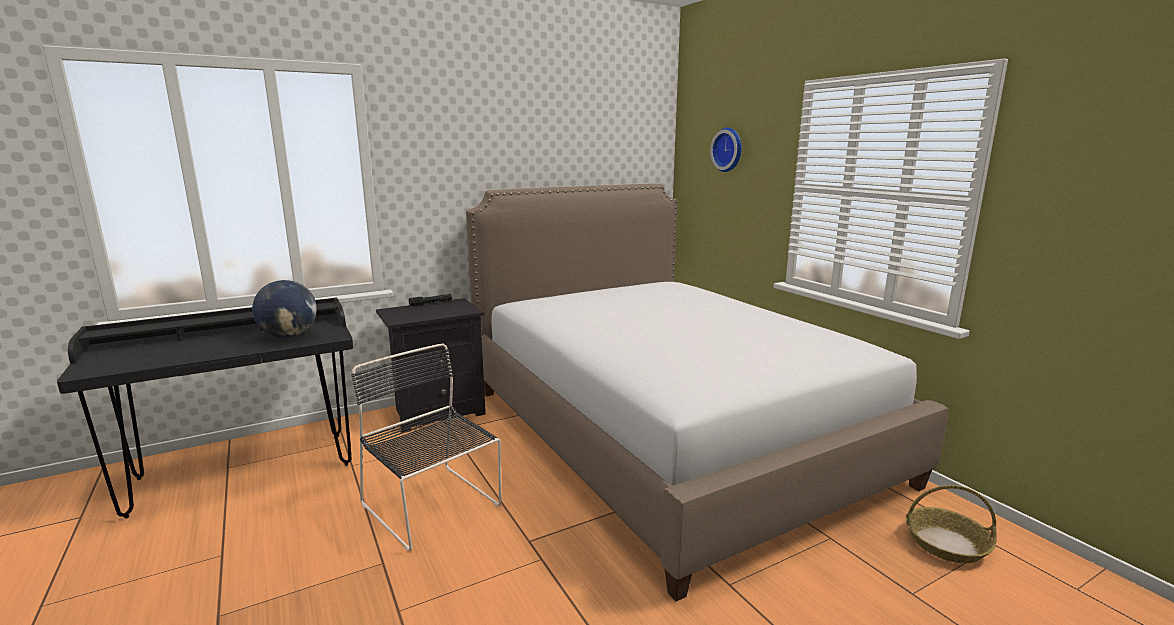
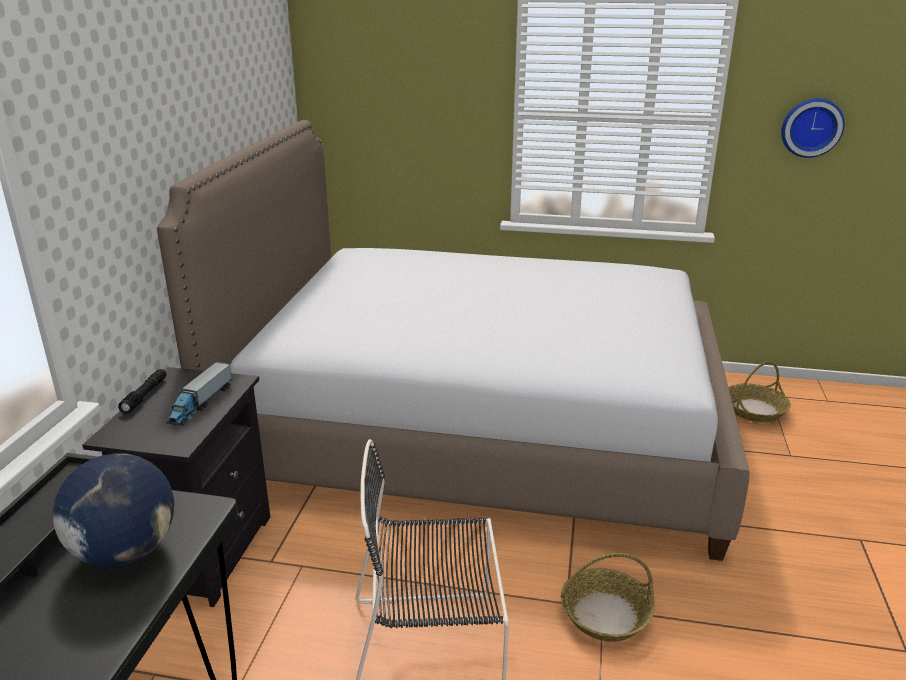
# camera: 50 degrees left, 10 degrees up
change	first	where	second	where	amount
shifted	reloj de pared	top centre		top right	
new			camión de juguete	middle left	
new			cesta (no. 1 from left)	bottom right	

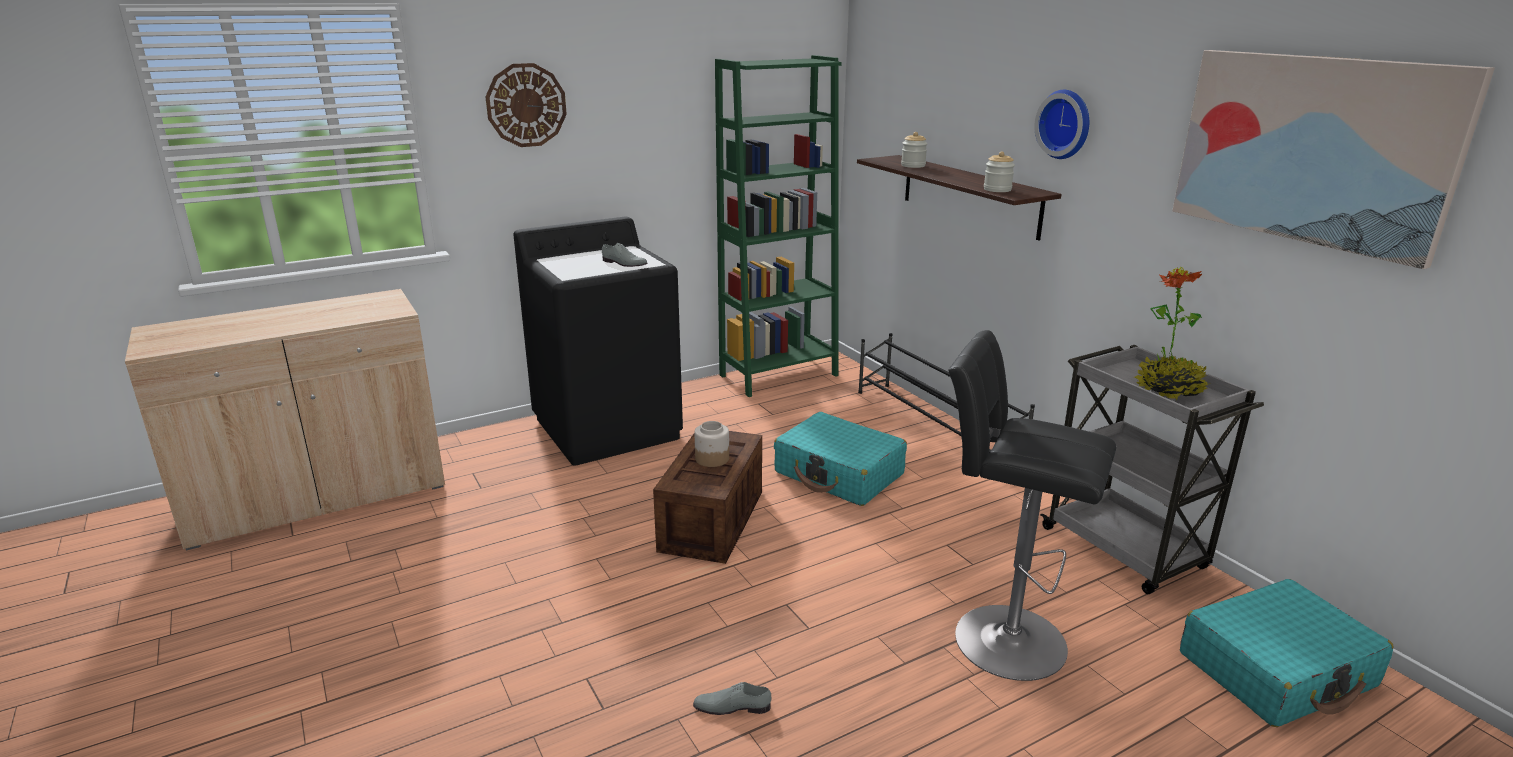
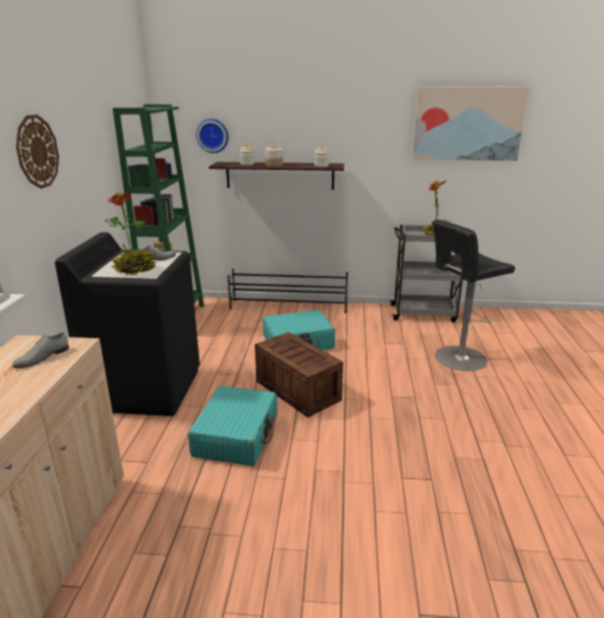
# camera: 55 degrees left, 0 degrees up
change	first	where	second	where	amount
shifted	reloj de pared (no. 2 from left)	top right		top centre	
shifted	tarro (no. 1 from left in the first image)	centre	tarro (no. 2 from left)	top centre	
shifted	maleta/turquesa (no. 2 from left in the first image)	bottom right	maleta/turquesa (no. 1 from left)	bottom centre	
shifted	zapato/gris (no. 2 from left in the first image)	bottom centre	zapato/gris (no. 1 from left)	middle left	
new			planta en maceta (no. 1 from left)	middle left	

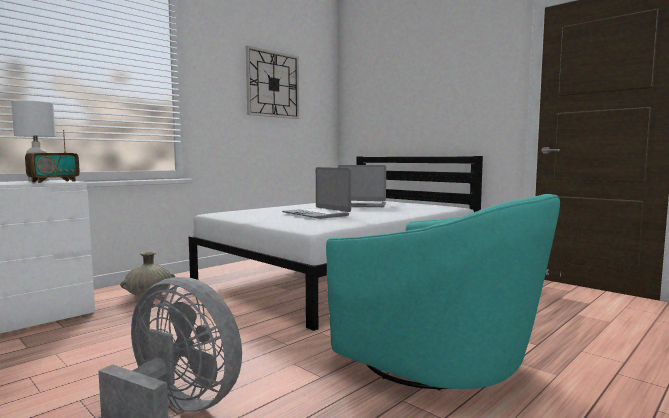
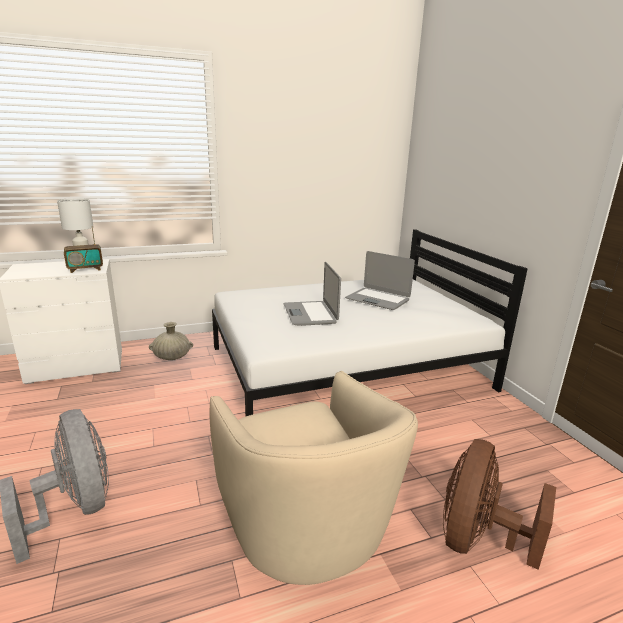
# camera: 25 degrees right, 15 degrees up
change	first	where	second	where	amount
gone	reloj de pared	top centre			
repainted	sillón/turquesa	bottom centre	sillón/beis	bottom centre	
new			ventilador/marrón	bottom right	

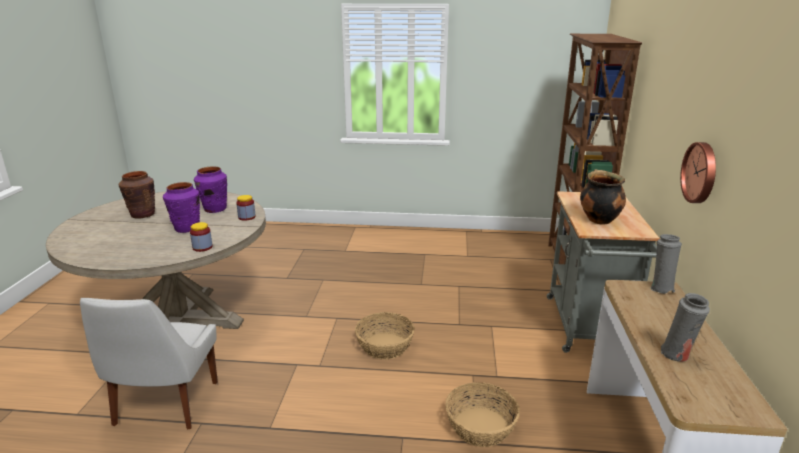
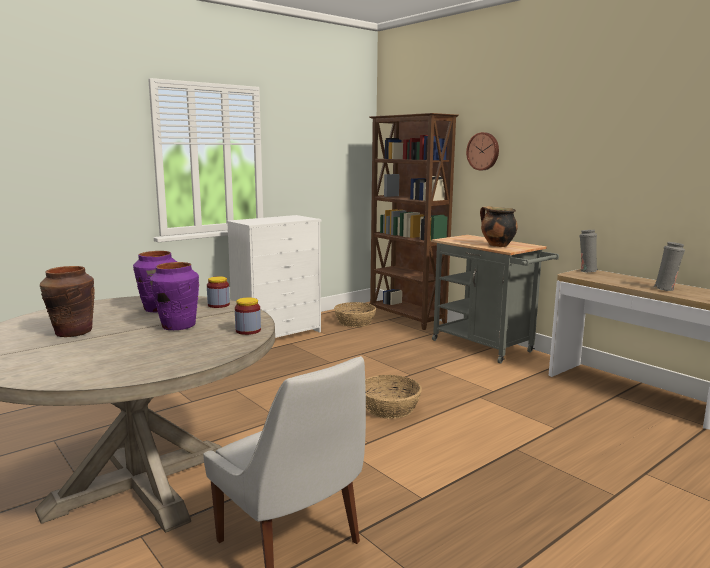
# camera: 45 degrees left, 10 degrees down
change	first	where	second	where	amount
shifted	reloj de pared	middle right		top right	
shifted	cesta (no. 2 from left in the first image)	bottom centre	cesta (no. 1 from left)	centre	
new			cómoda/blanco	centre	

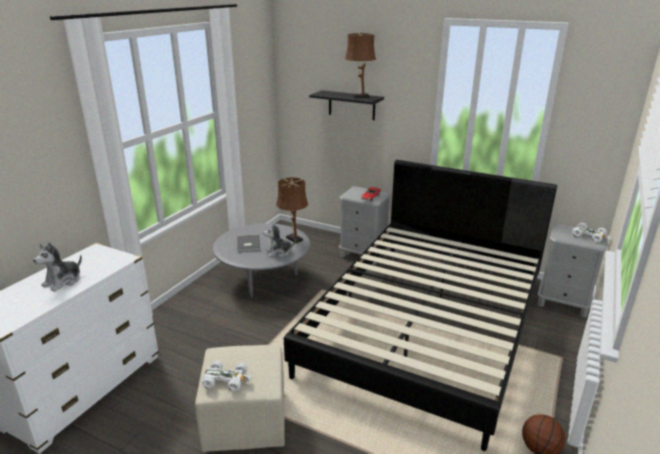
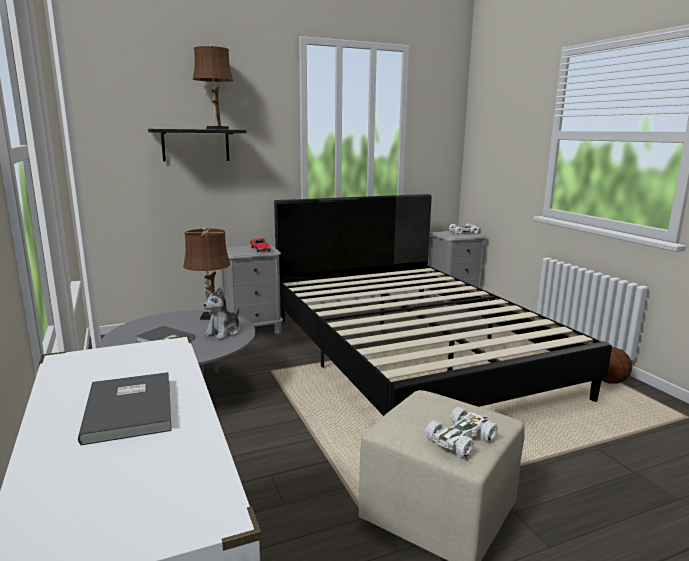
# camera: 50 degrees left, 10 degrees down
change	first	where	second	where	amount
swapped	peluche (no. 1 from left)	middle left	libro/gris (no. 1 from left)	bottom left	

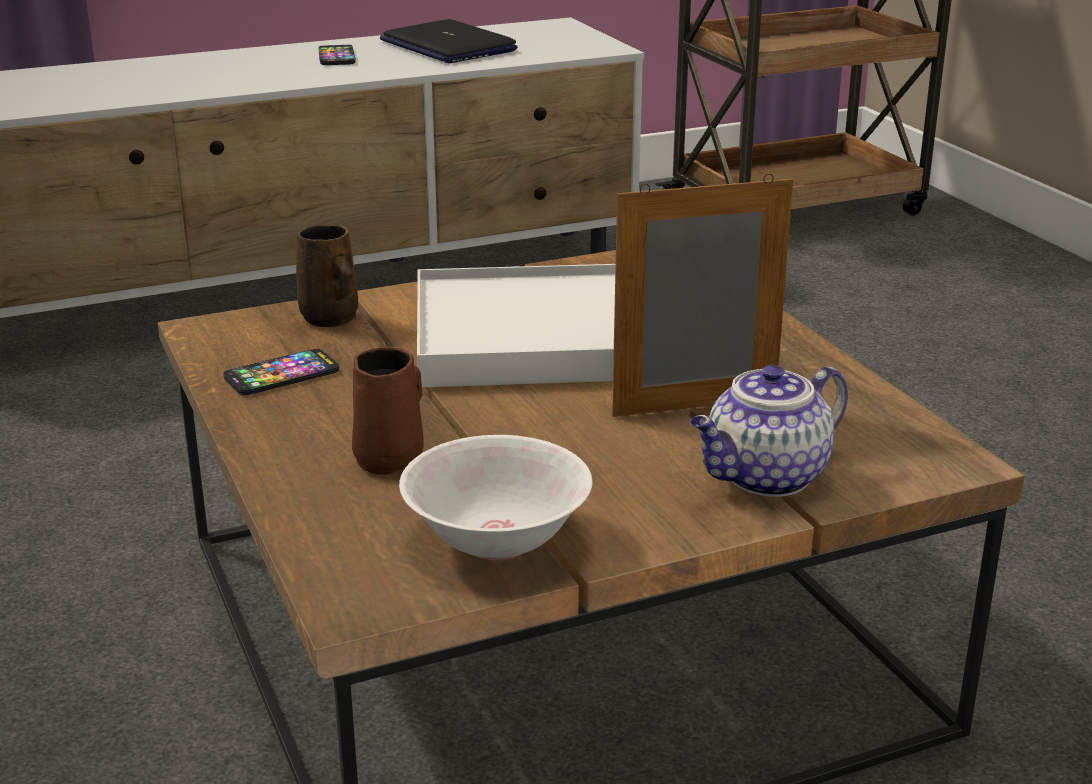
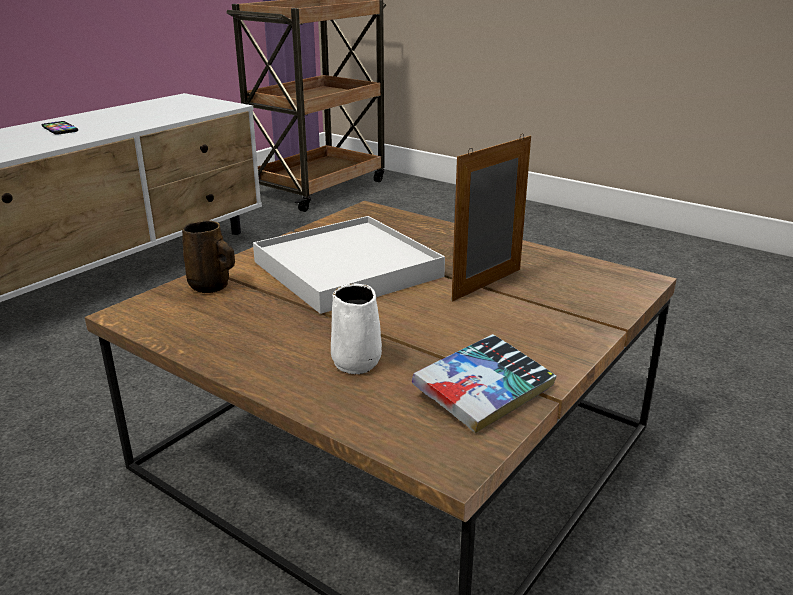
# camera: 30 degrees left, 0 degrees up
change	first	where	second	where	amount
gone	portátil	top centre			
repainted	taza grande/marrón (no. 2 from left)	centre	taza grande/blanco	centre	
gone	móvil (no. 1 from left)	middle left			
gone	tetera	middle right			
swapped	cuenco/blanco	centre	libro	centre	

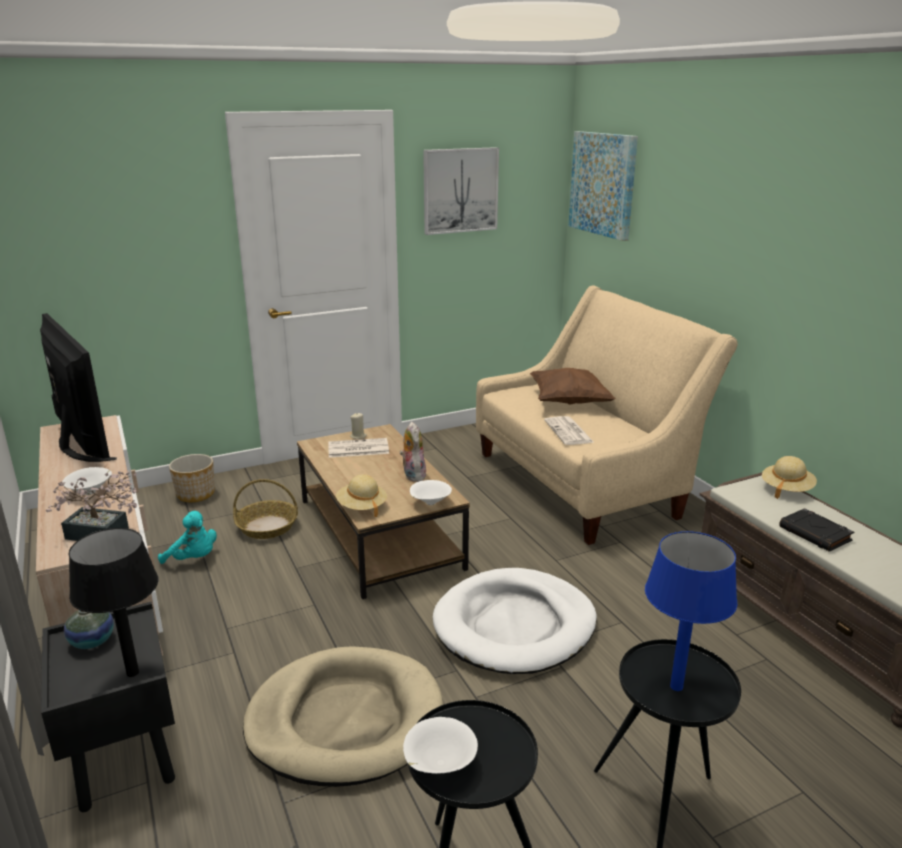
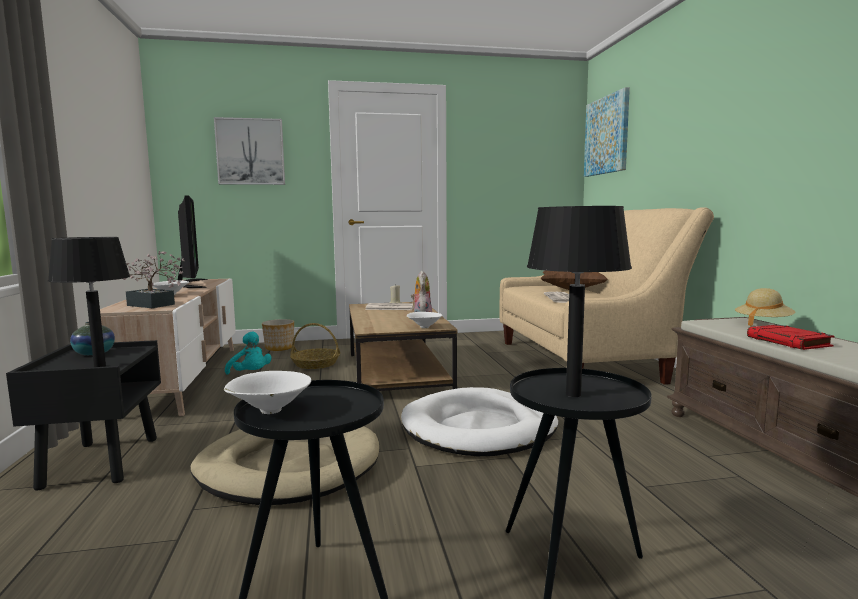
# camera: 15 degrees right, 15 degrees down
change	first	where	second	where	amount
shifted	cuadro (no. 1 from left)	top centre		top left	
gone	sombrero/beis (no. 1 from left)	centre			
repainted	libro/negro	middle right	libro/rojo	middle right	
repainted	lámpara de mesa/azul	bottom right	lámpara de mesa/negro (no. 2 from left)	middle right	

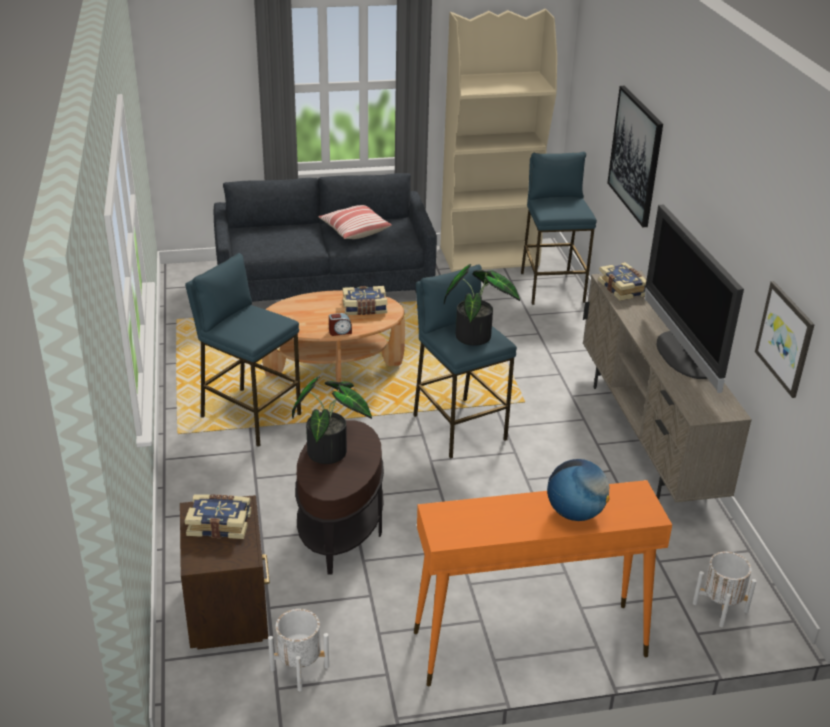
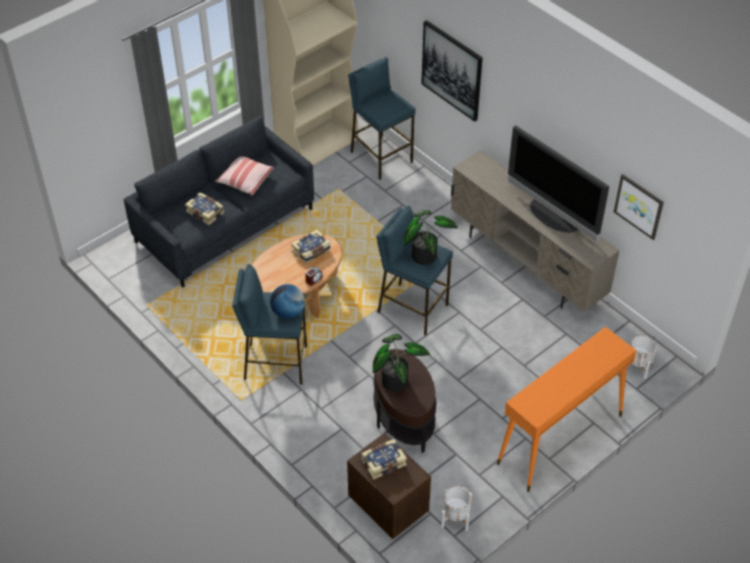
# camera: 30 degrees left, 15 degrees up
change	first	where	second	where	amount
shifted	libro (no. 3 from left in the first image)	middle right	libro (no. 1 from left)	middle left	
shifted	globo terráqueo	bottom right		centre	

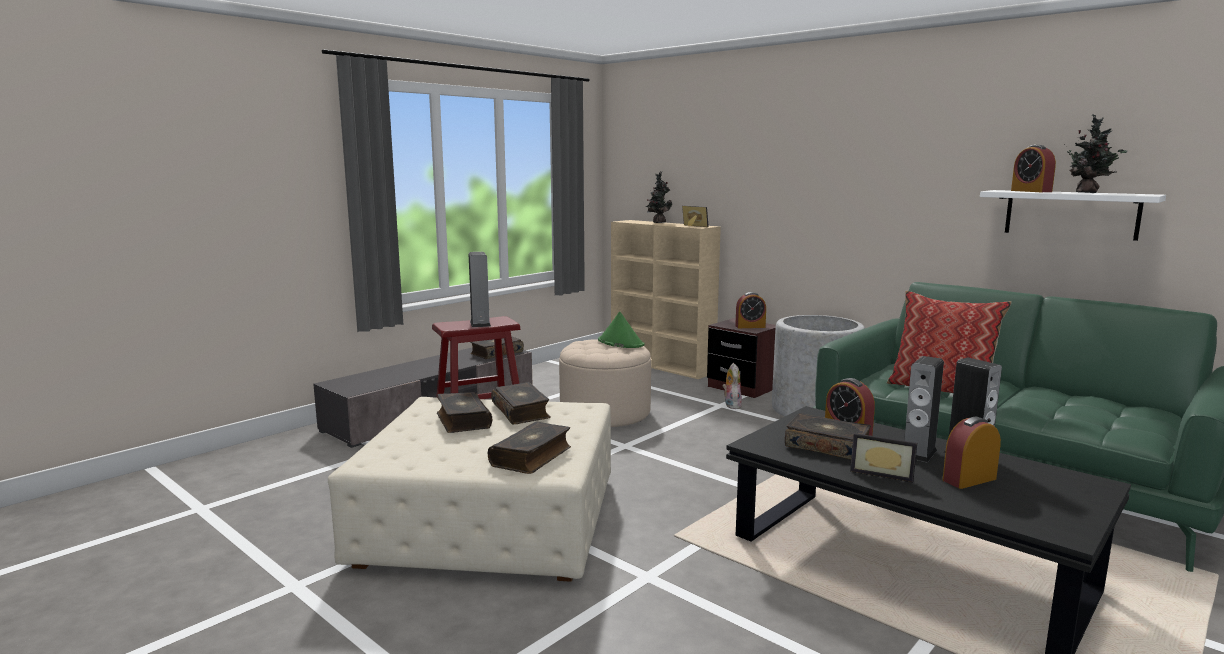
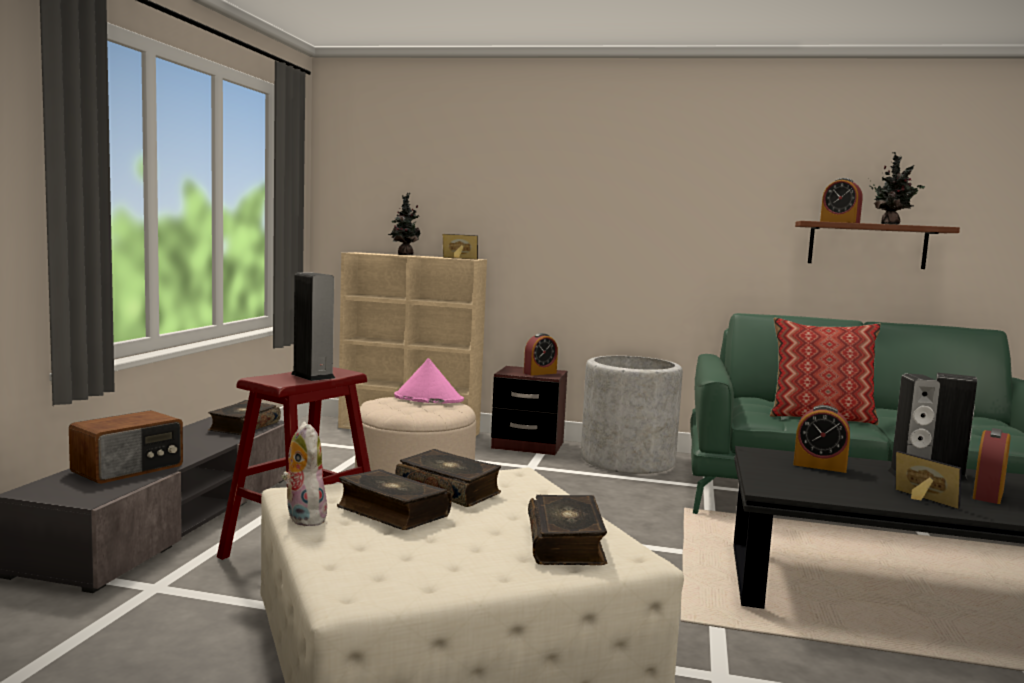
# camera: 30 degrees left, 5 degrees down
change	first	where	second	where	amount
repainted	estante/blanco	top right	estante/marrón	middle right	
repainted	sombrero/verde	centre	sombrero/rosa	centre	
shifted	peluche	centre		bottom left	
gone	libro (no. 5 from left)	bottom right			
rotated	portarretratos (no. 2 from left)	bottom right		bottom right	120 degrees counterclockwise
new			radio	middle left	

